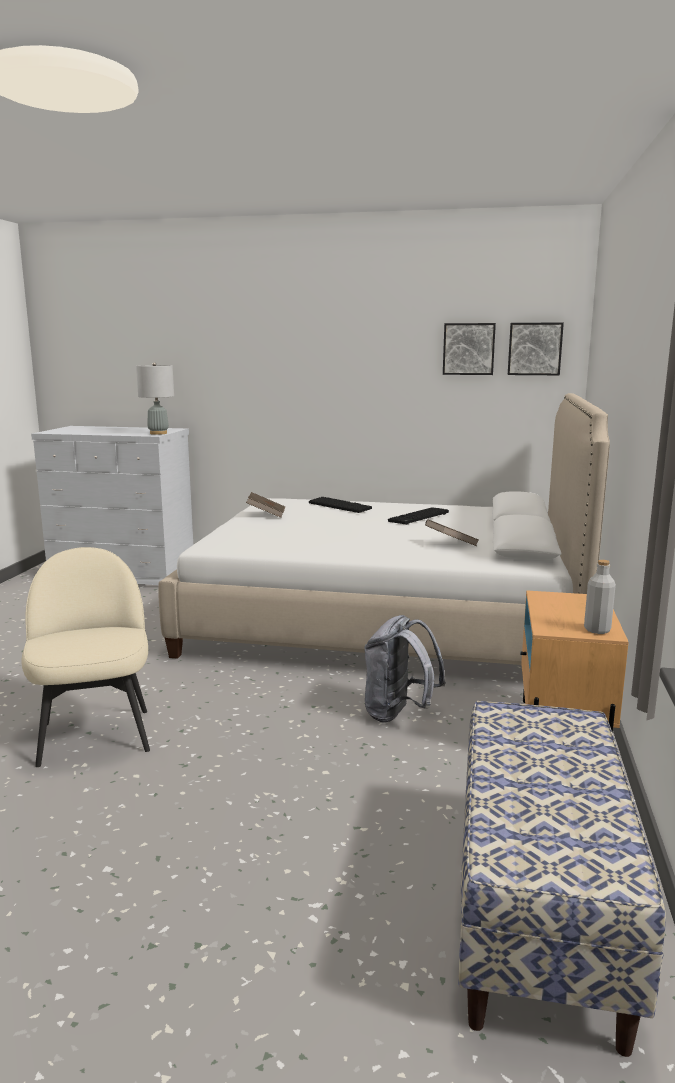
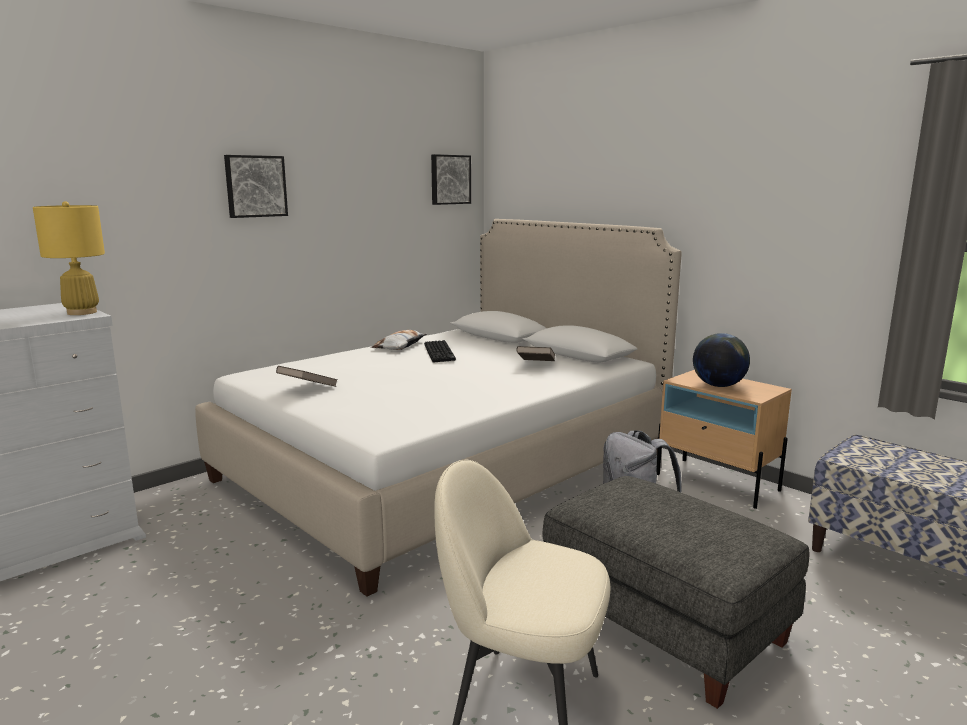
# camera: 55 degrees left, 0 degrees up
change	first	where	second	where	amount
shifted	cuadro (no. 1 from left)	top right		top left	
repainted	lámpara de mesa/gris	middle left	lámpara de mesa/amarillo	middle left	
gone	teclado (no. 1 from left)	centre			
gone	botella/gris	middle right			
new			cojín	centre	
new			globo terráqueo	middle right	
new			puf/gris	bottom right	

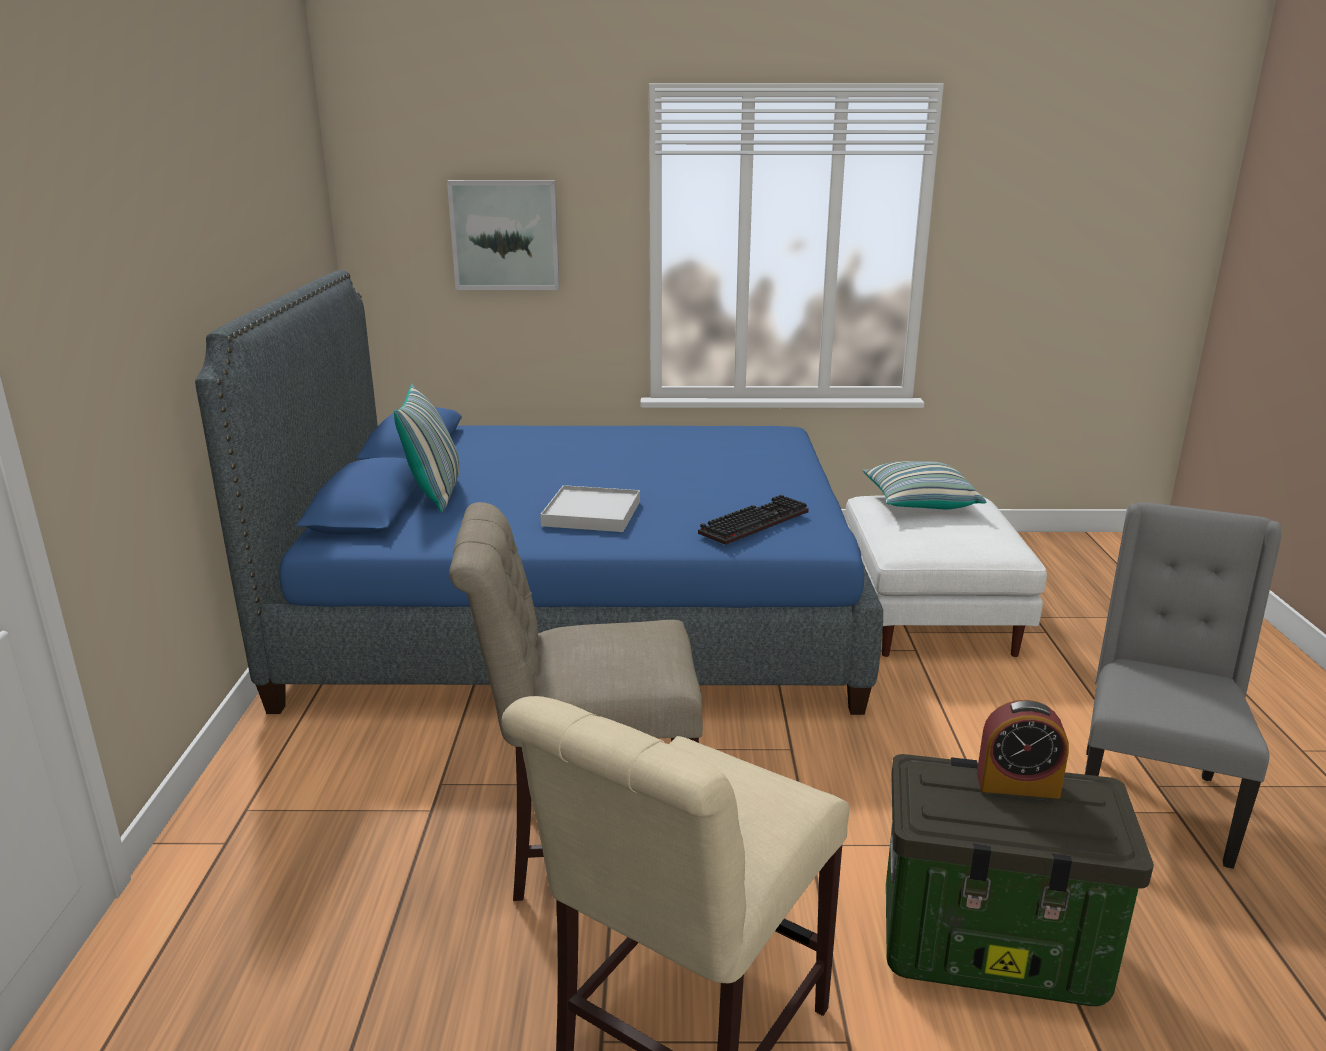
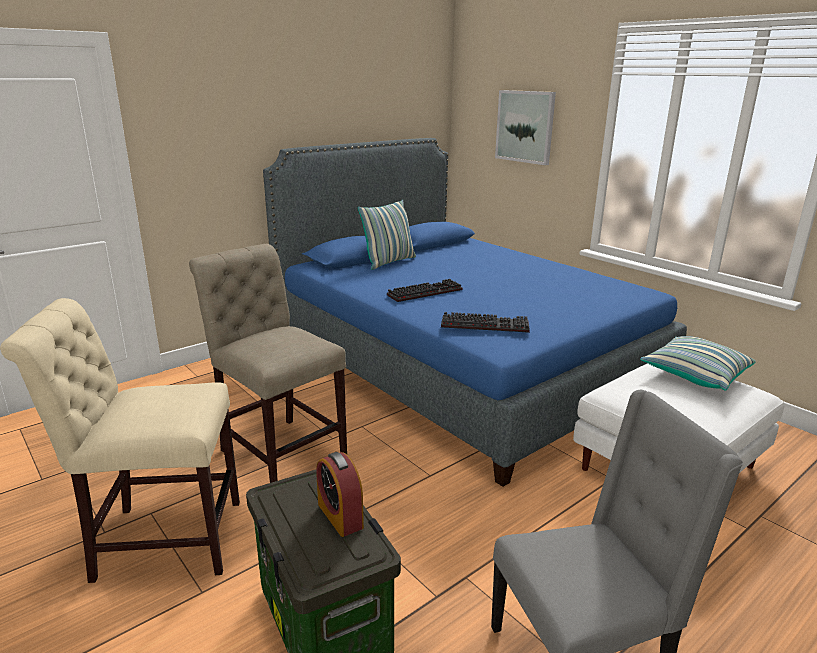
# camera: 50 degrees right, 0 degrees up
change	first	where	second	where	amount
swapped	bandeja/blanco	centre	teclado (no. 1 from left)	centre	

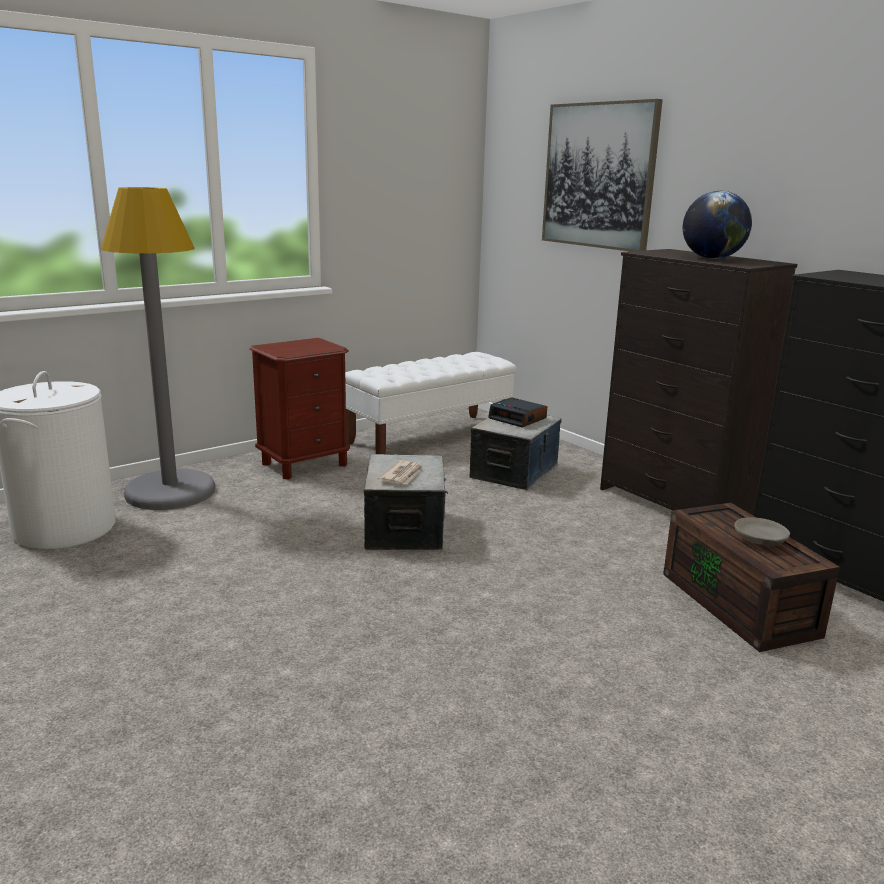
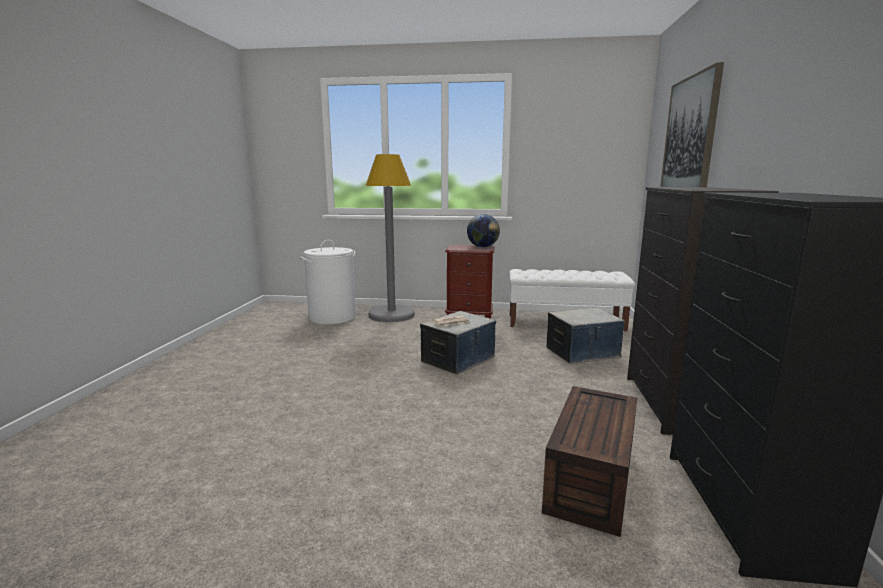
# camera: 45 degrees right, 5 degrees down
change	first	where	second	where	amount
shifted	globo terráqueo	top right		centre	
gone	despertador	centre			
gone	cuenco/gris	middle right			

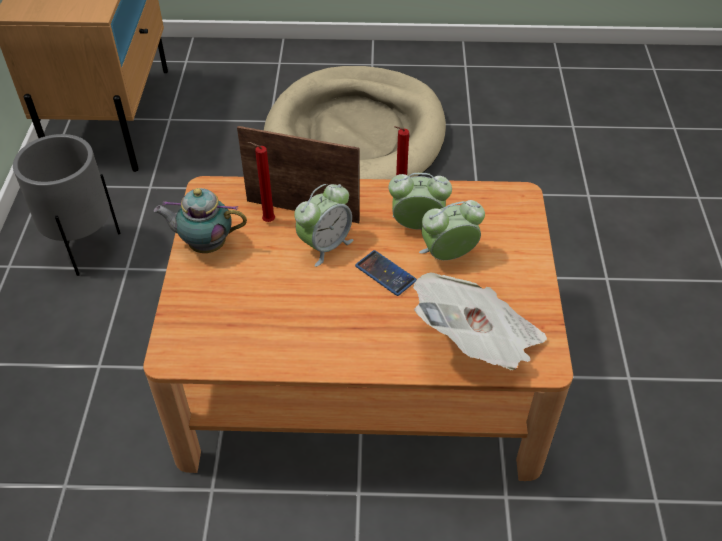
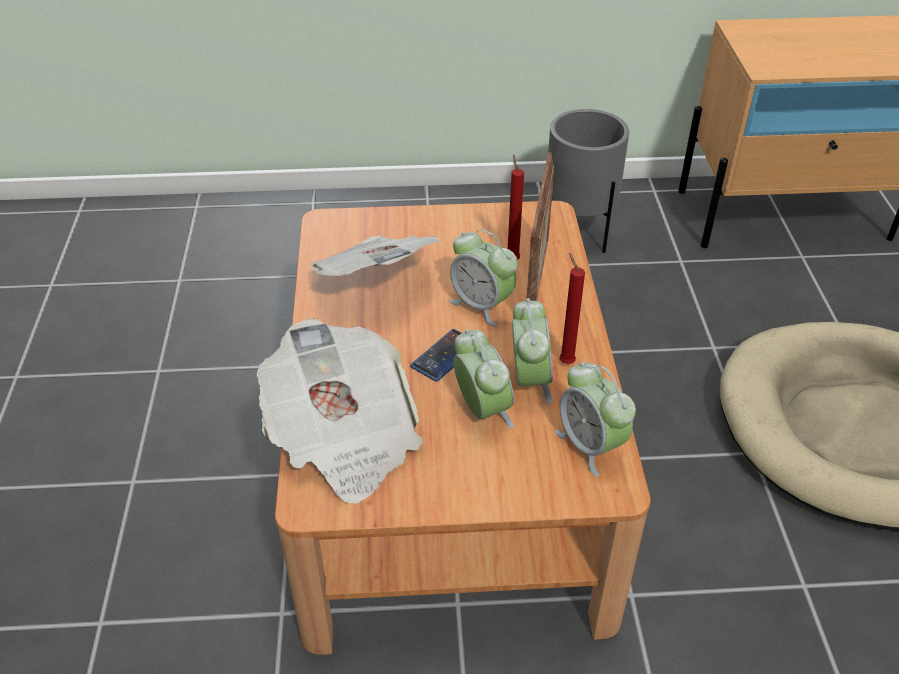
# camera: 85 degrees right, 5 degrees down
change	first	where	second	where	amount
gone	tetera	middle left			
new			periódico (no. 2 from left)	centre	
new			despertador (no. 4 from left)	centre	

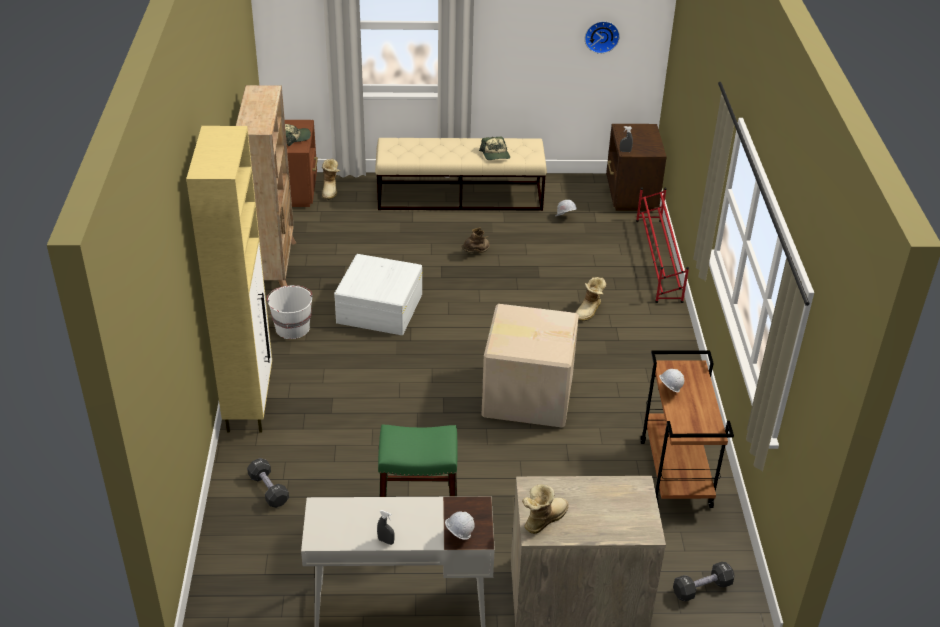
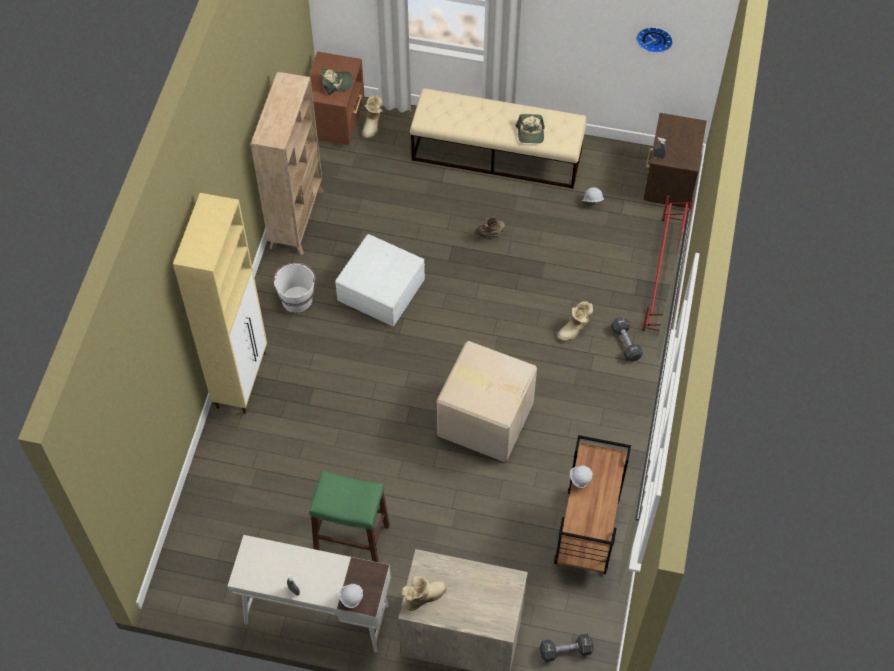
# camera: 15 degrees right, 20 degrees up
change	first	where	second	where	amount
shifted	mancuerna/negro (no. 1 from left in the first image)	bottom left	mancuerna/negro (no. 2 from left)	middle right	

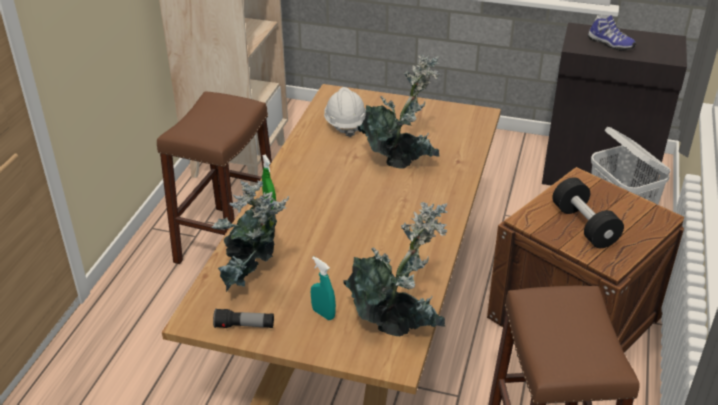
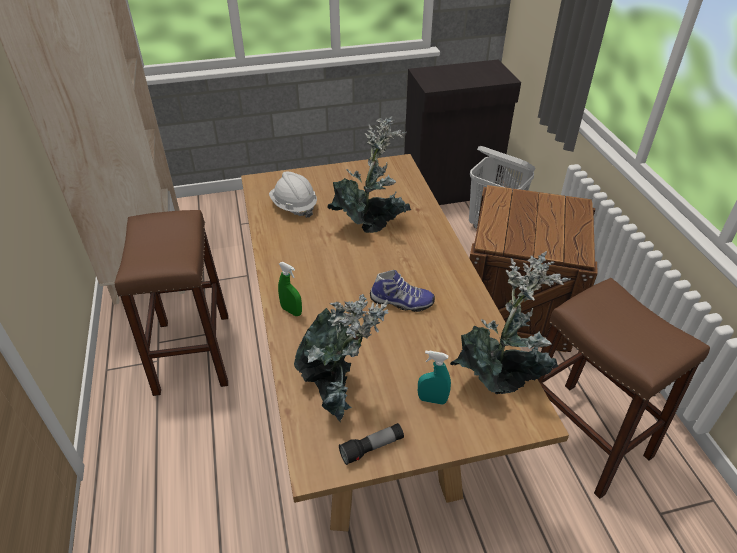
# camera: 30 degrees left, 5 degrees up
change	first	where	second	where	amount
shifted	zapato	top right		centre	
gone	mancuerna/negro	middle right			

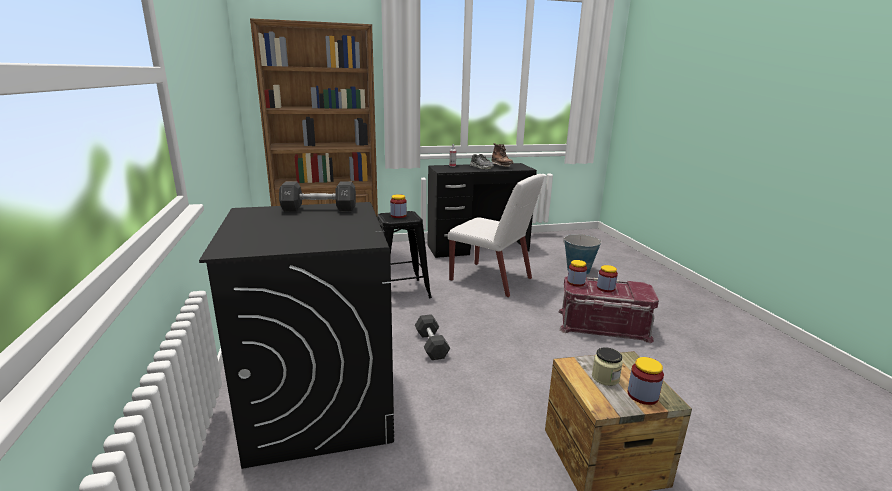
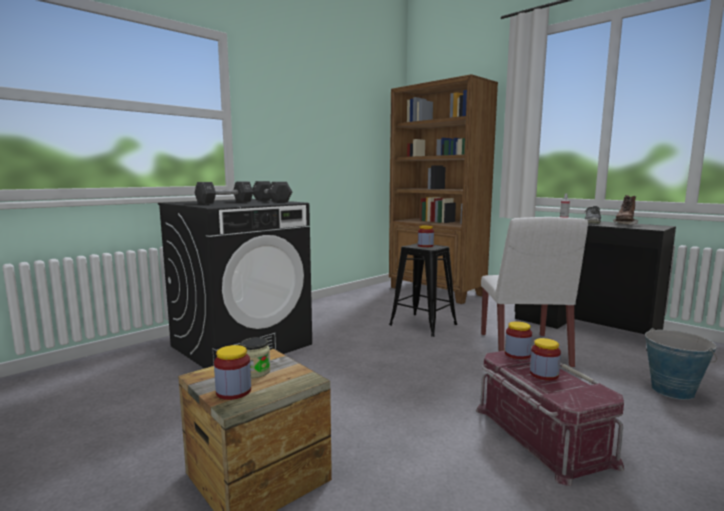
# camera: 60 degrees right, 10 degrees down
change	first	where	second	where	amount
shifted	mancuerna/negro (no. 2 from left in the first image)	bottom centre	mancuerna/negro (no. 1 from left)	middle left	

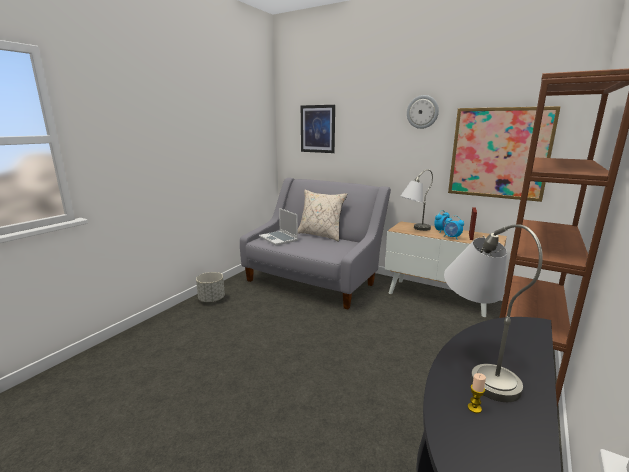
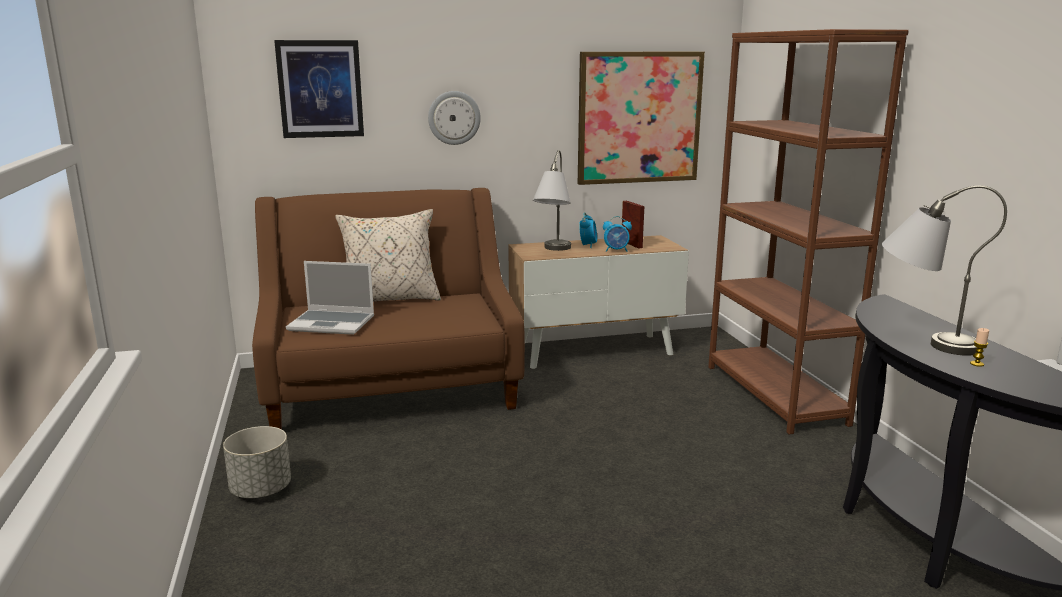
# camera: 45 degrees left, 0 degrees up
change	first	where	second	where	amount
shifted	reloj de pared	top right		top centre	
repainted	sofá/gris	centre	sofá/marrón	centre	

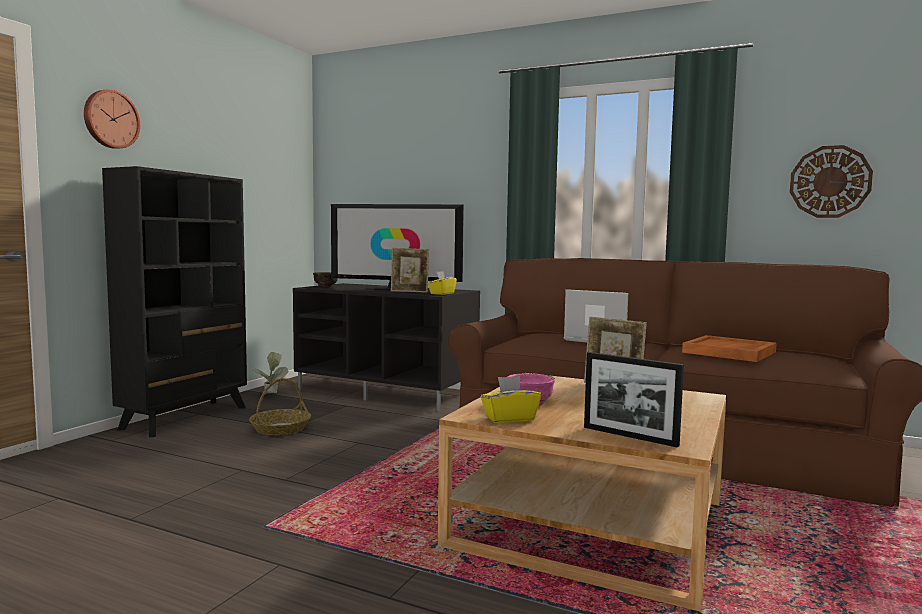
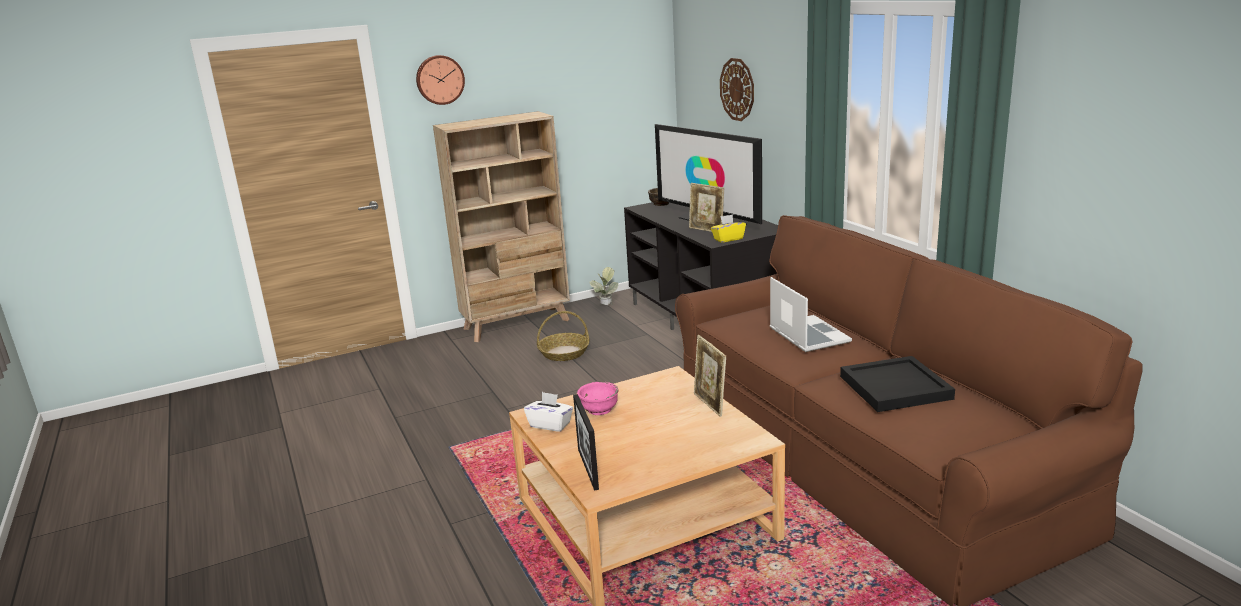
# camera: 40 degrees right, 15 degrees up
change	first	where	second	where	amount
shifted	reloj de pared (no. 2 from left)	top right		top centre	
repainted	estantería/negro	middle left	estantería/beis	centre	
repainted	bandeja/naranja	middle right	bandeja/negro	middle right	
repainted	caja de pañuelos/amarillo (no. 2 from left)	centre	caja de pañuelos/blanco	bottom centre	

